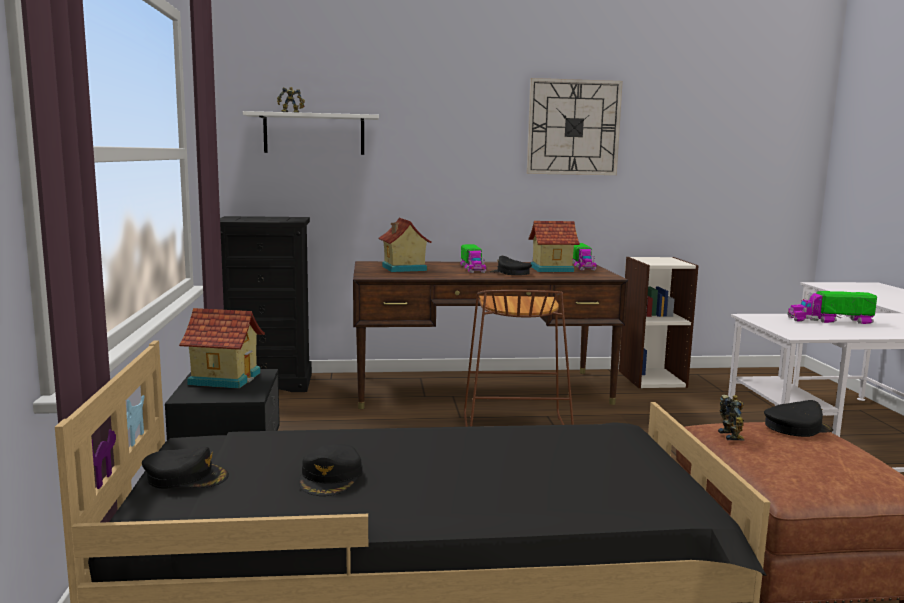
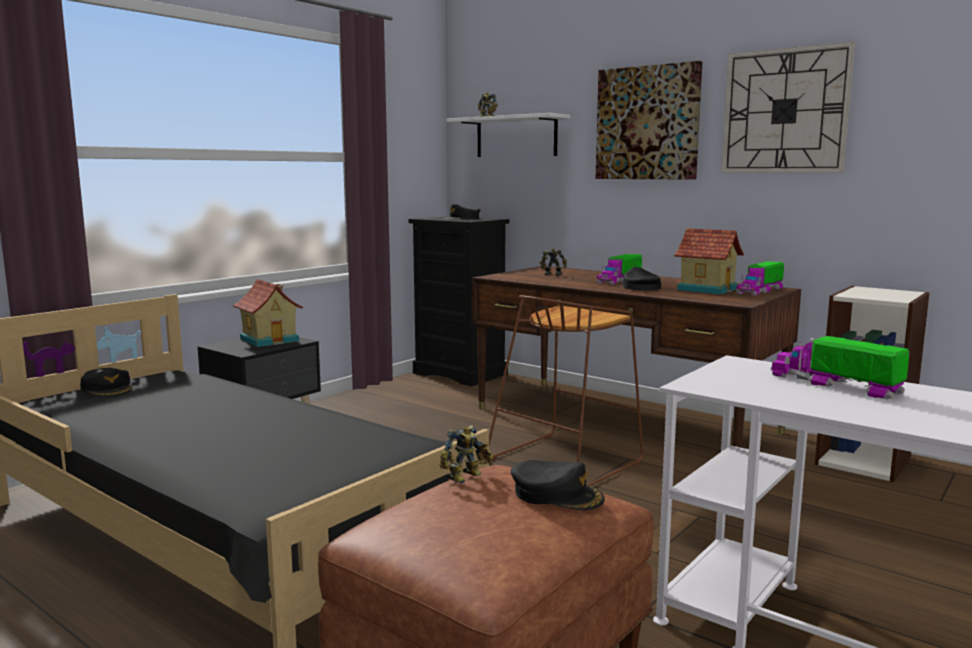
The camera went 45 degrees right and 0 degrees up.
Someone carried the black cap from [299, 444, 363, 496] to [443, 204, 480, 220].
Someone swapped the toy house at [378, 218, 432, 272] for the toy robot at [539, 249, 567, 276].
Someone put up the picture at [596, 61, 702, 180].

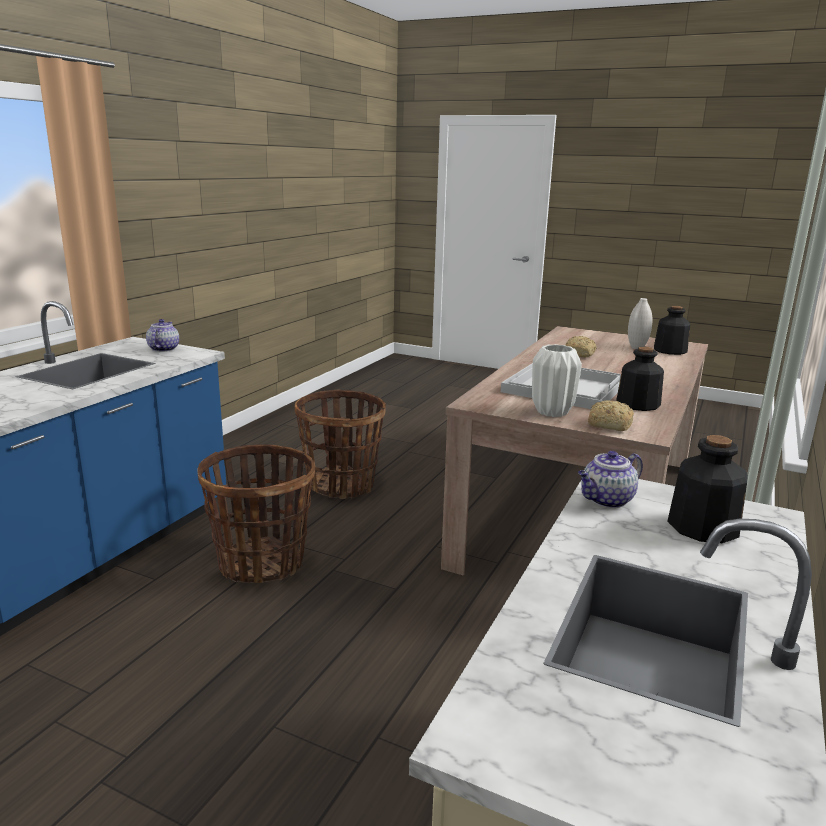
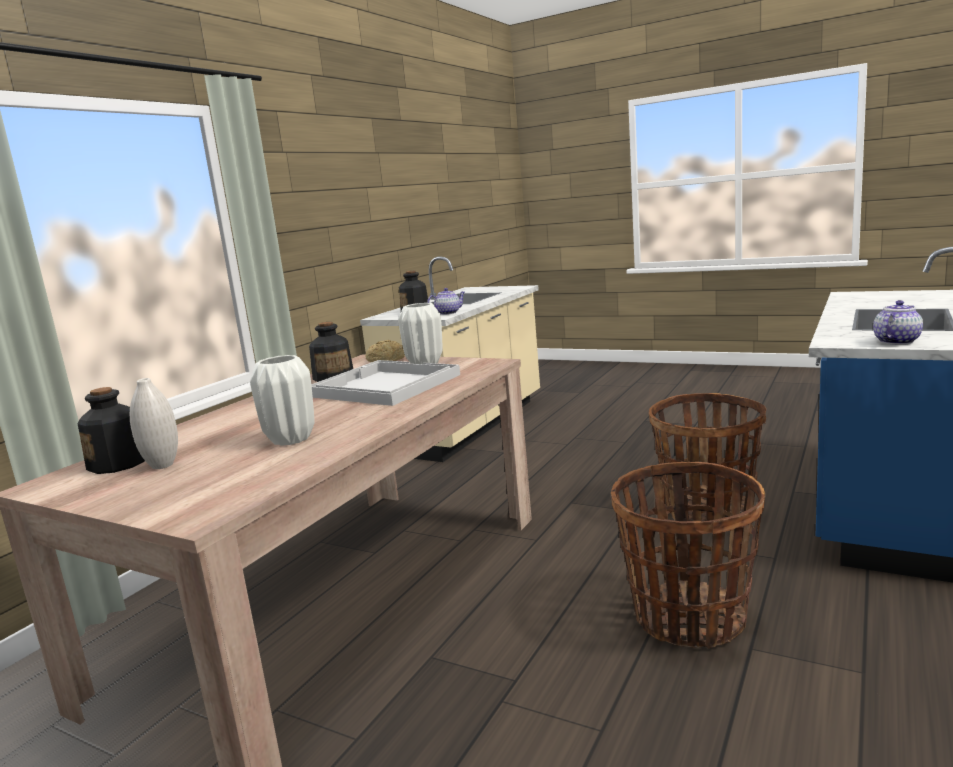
The camera went 175 degrees left and 5 degrees down.
Someone swapped the bread at [566, 336, 597, 357] for the white vase at [250, 355, 315, 446].
Someone rotated the teapot at [146, 319, 179, 352] by 135 degrees counterclockwise.

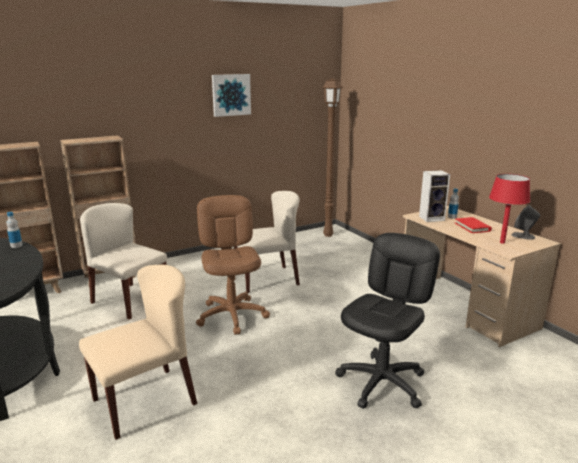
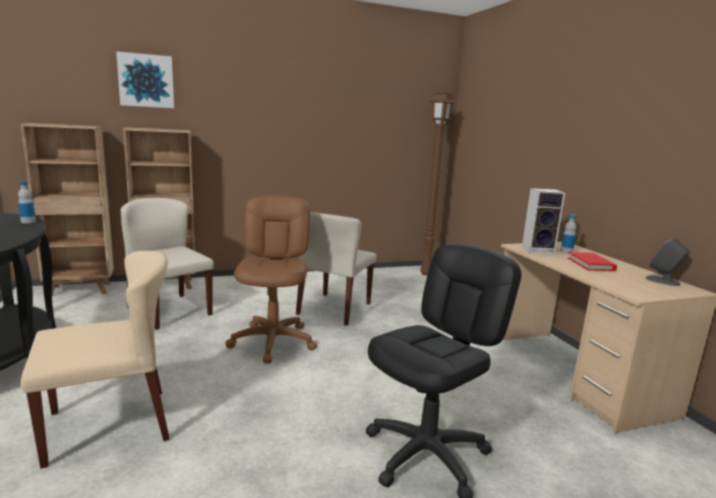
The camera went 10 degrees right and 5 degrees down.
Someone carried the picture from [212, 74, 251, 117] to [116, 51, 174, 108].
Someone rotated the beige chair at [234, 191, 300, 293] by 120 degrees clockwise.
Someone took away the red table lamp at [489, 174, 530, 244].

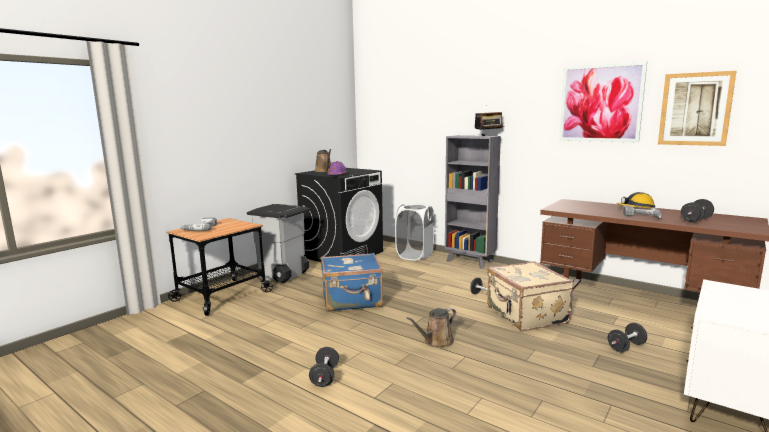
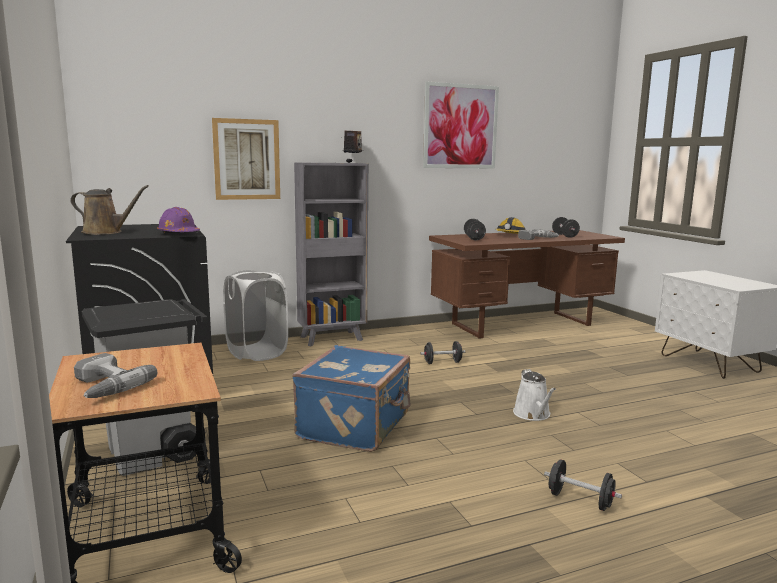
The camera went 60 degrees left and 0 degrees up.
Someone carried the picture from [658, 71, 737, 146] to [212, 118, 280, 200].
Someone carried the black dumbbell from [608, 323, 647, 352] to [464, 219, 486, 240].
Someone repainted the brown watering can at [406, 308, 456, 348], which became the white watering can at [513, 369, 556, 421].
Someone took away the beige suitcase at [487, 261, 574, 331].

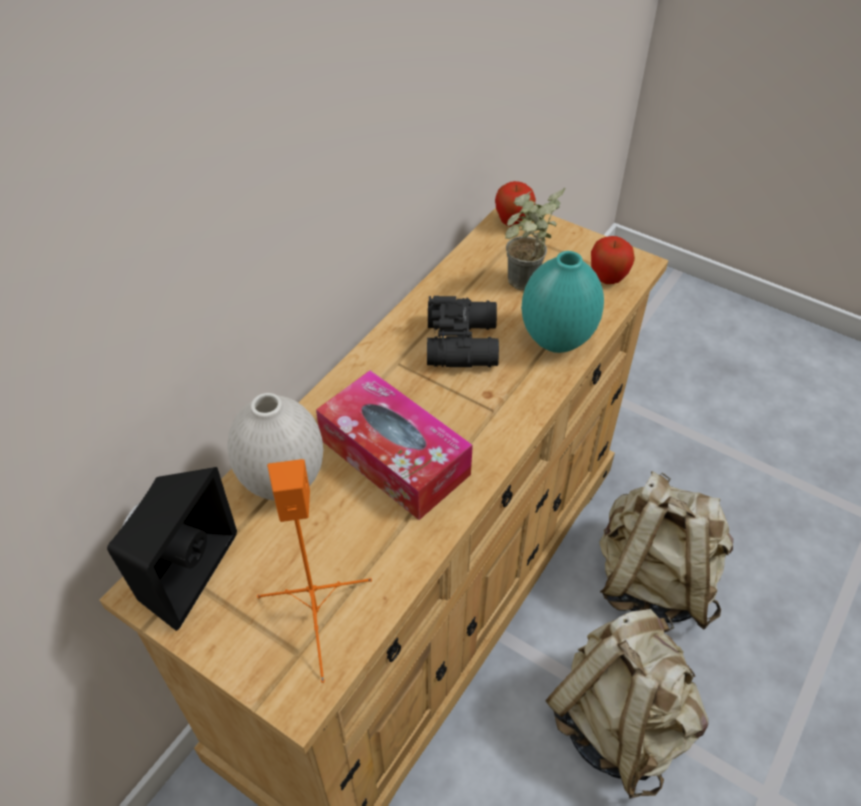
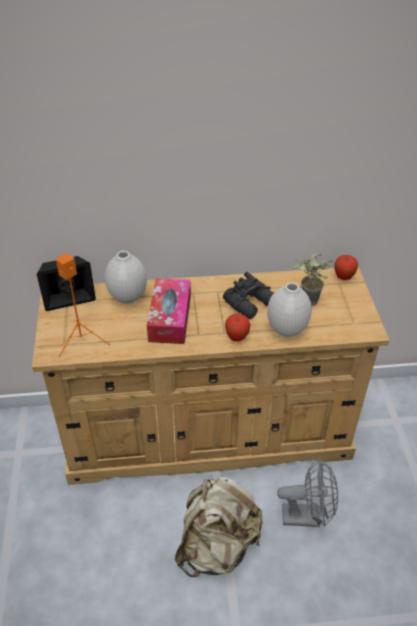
The camera went 50 degrees right and 5 degrees down.
Someone carried the apple from [591, 236, 635, 284] to [225, 313, 251, 341].
Someone repainted the turquoise vase at [522, 251, 604, 353], which became the white vase at [267, 282, 312, 337].
Someone swapped the beige backpack at [599, 471, 733, 630] for the grey fan at [277, 457, 338, 527].

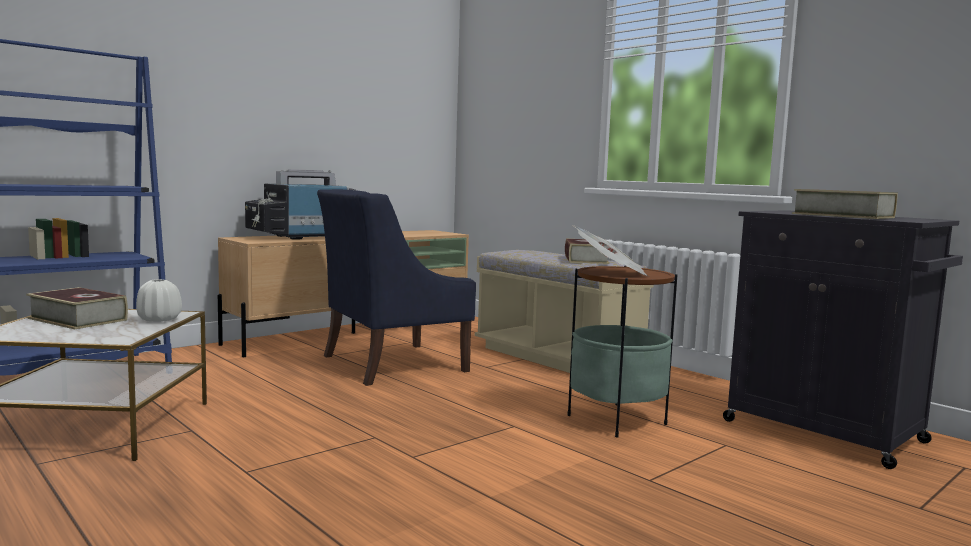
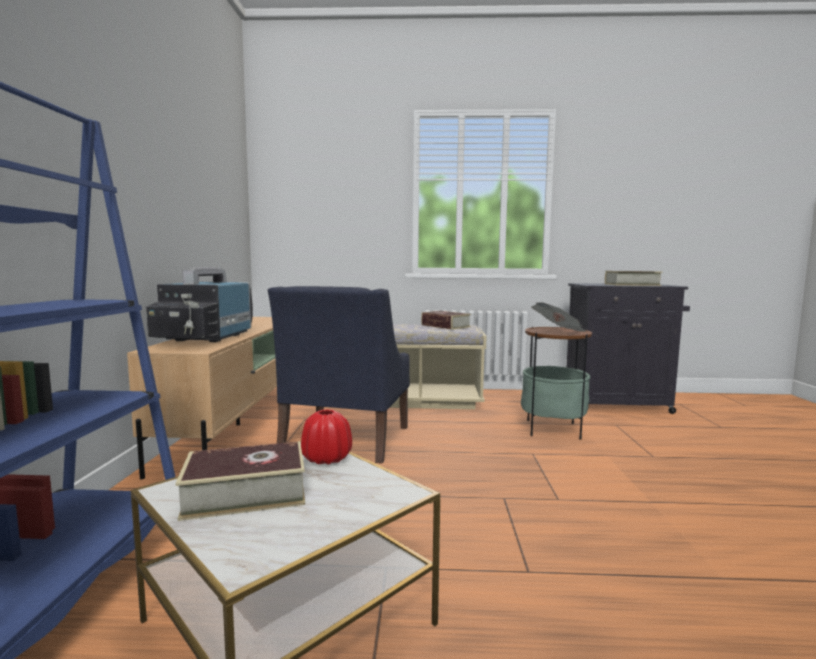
The camera went 45 degrees left and 0 degrees up.
Someone repainted the white vase at [136, 279, 182, 322], which became the red vase at [301, 409, 352, 465].

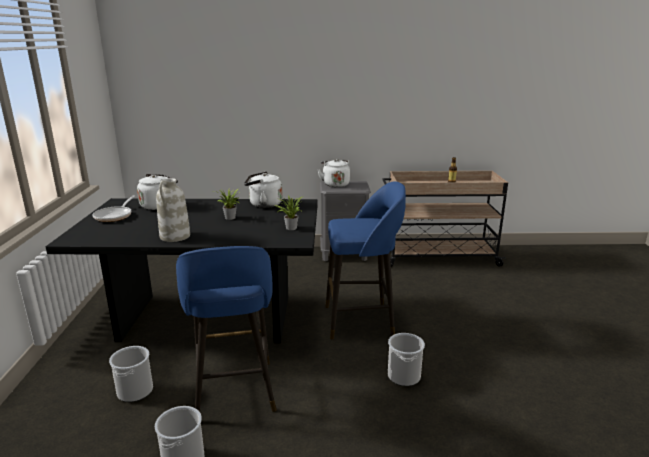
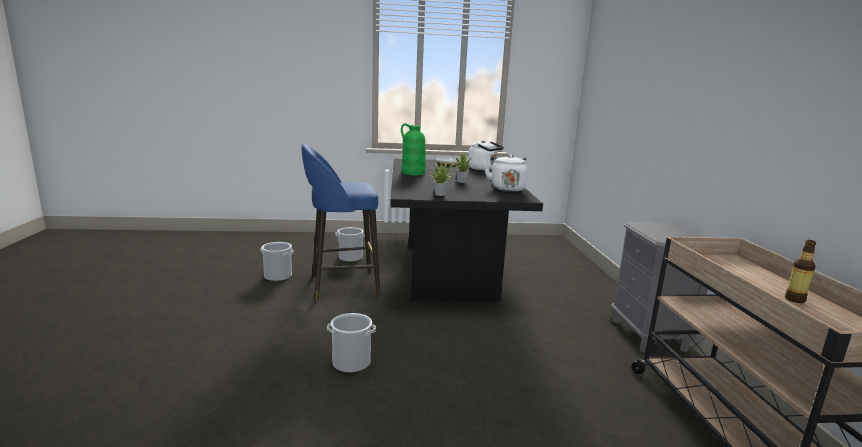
The camera went 85 degrees right and 5 degrees down.
Someone repainted the white vase at [156, 178, 190, 242], which became the green vase at [401, 123, 426, 175].
Someone took away the white kettle at [318, 159, 350, 187].
Someone took away the blue stool at [325, 181, 406, 340].

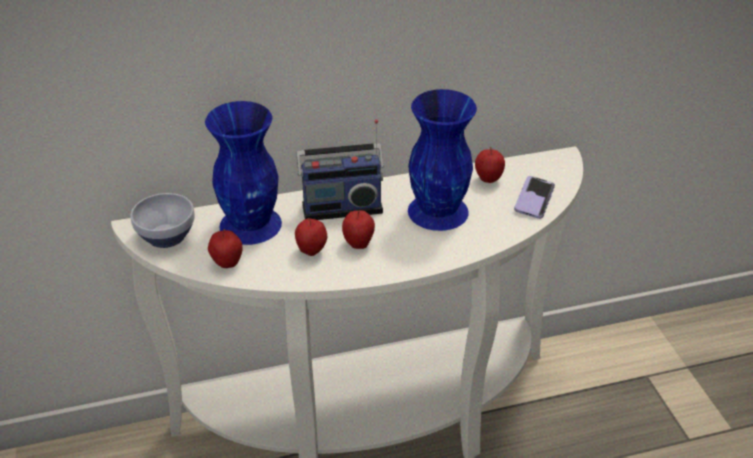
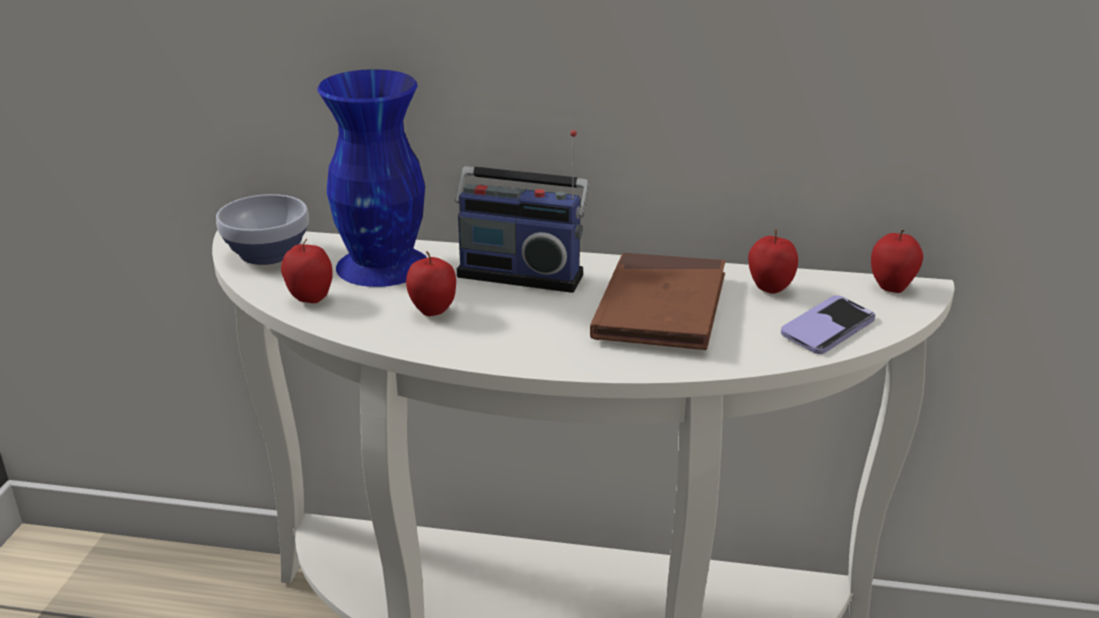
The camera went 25 degrees right and 10 degrees down.
Someone swapped the blue vase at [408, 89, 477, 231] for the brown book at [590, 253, 725, 350].
Someone carried the apple from [342, 210, 375, 249] to [871, 230, 923, 293].

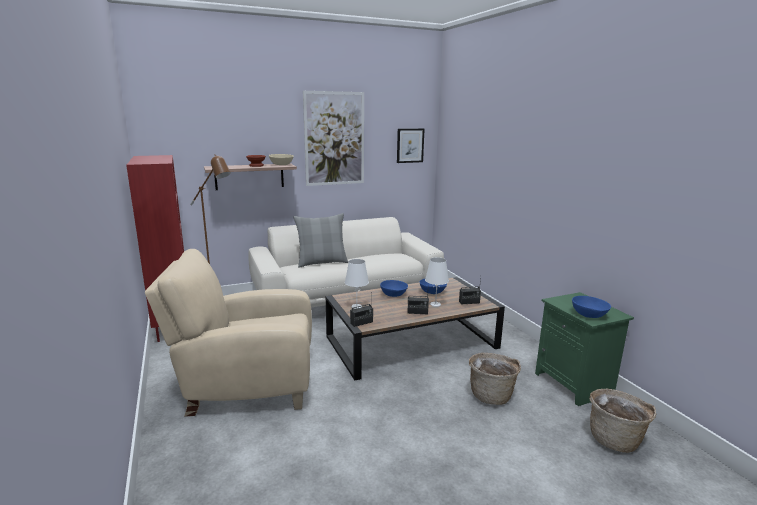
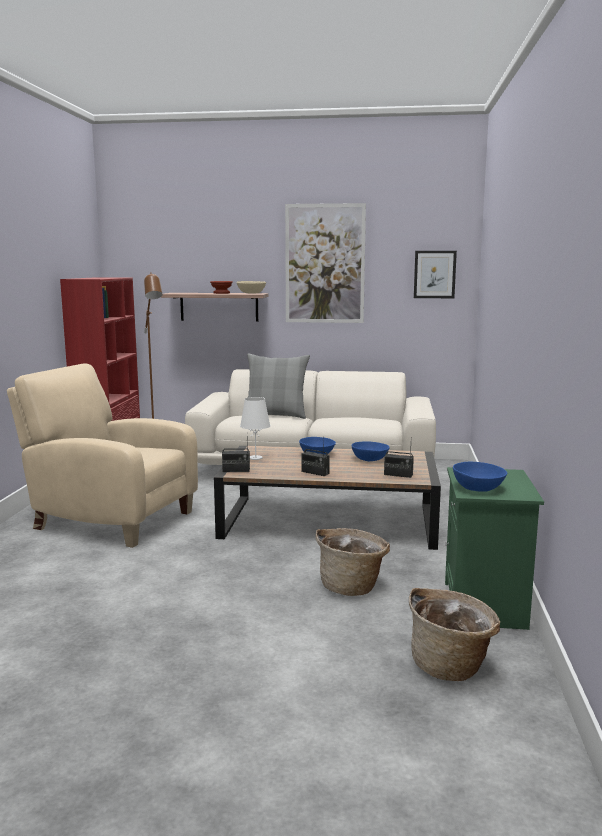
The camera went 30 degrees right and 5 degrees down.
Someone took away the white table lamp at [425, 257, 449, 307].

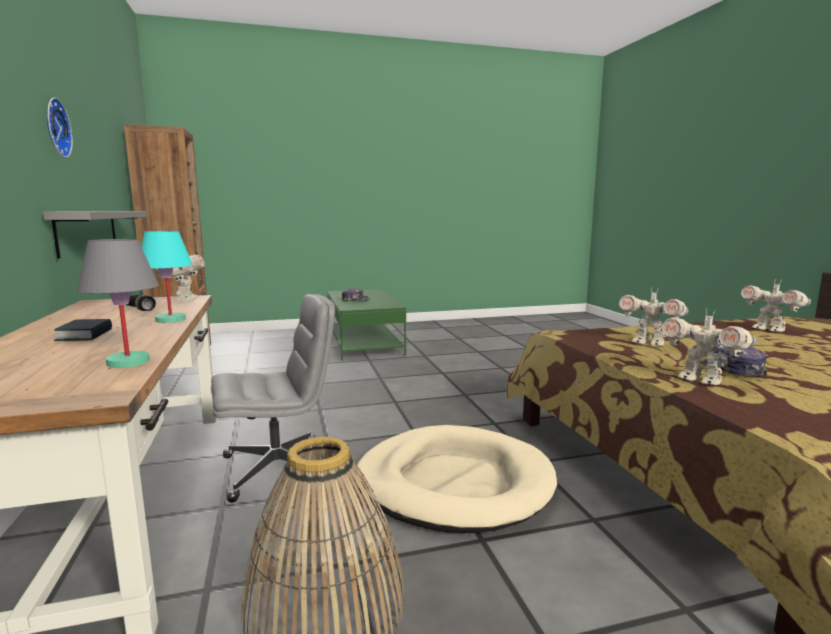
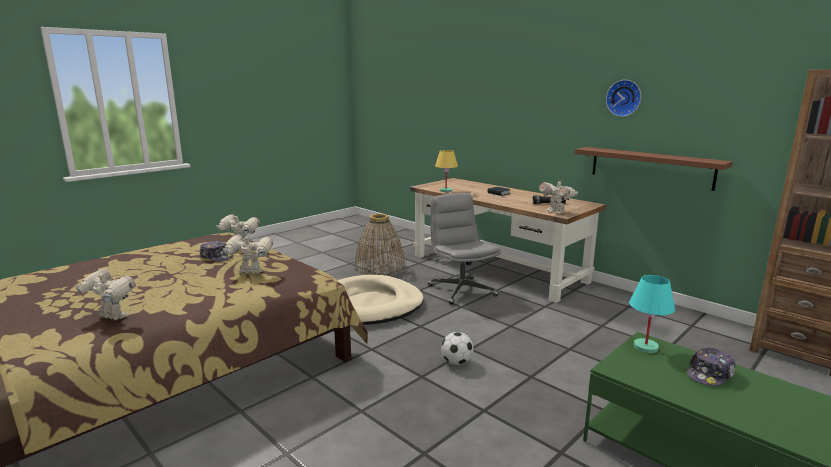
The camera went 150 degrees right and 5 degrees up.
Someone rotated the grey office chair at [211, 294, 335, 503] by 120 degrees clockwise.
Someone repainted the grey table lamp at [77, 239, 159, 368], which became the yellow table lamp at [435, 150, 458, 192].
Someone put down the football at [441, 332, 474, 365].
Someone repainted the grey shelf at [43, 211, 147, 259], which became the brown shelf at [575, 147, 733, 191].
Someone carried the turquoise table lamp from [141, 231, 193, 323] to [629, 275, 675, 353].

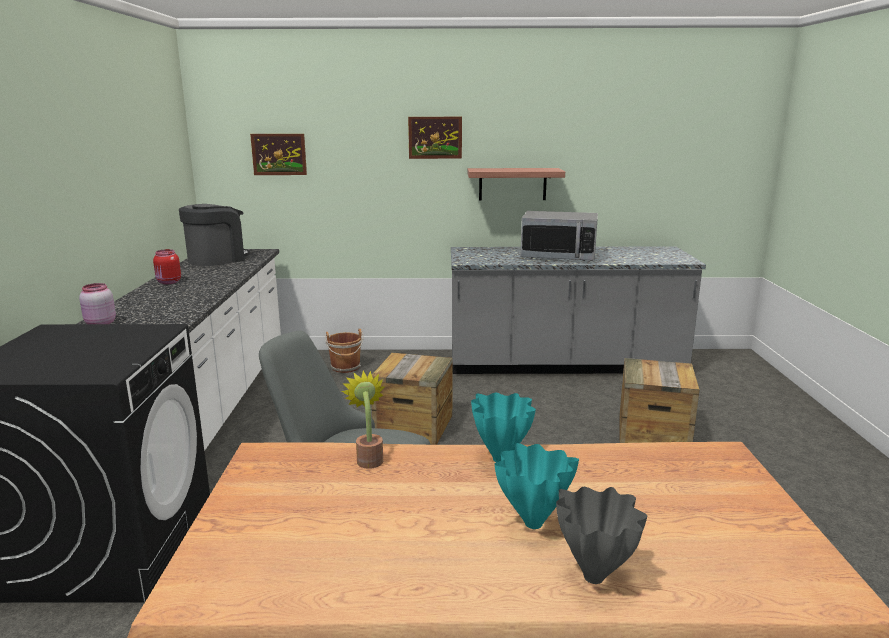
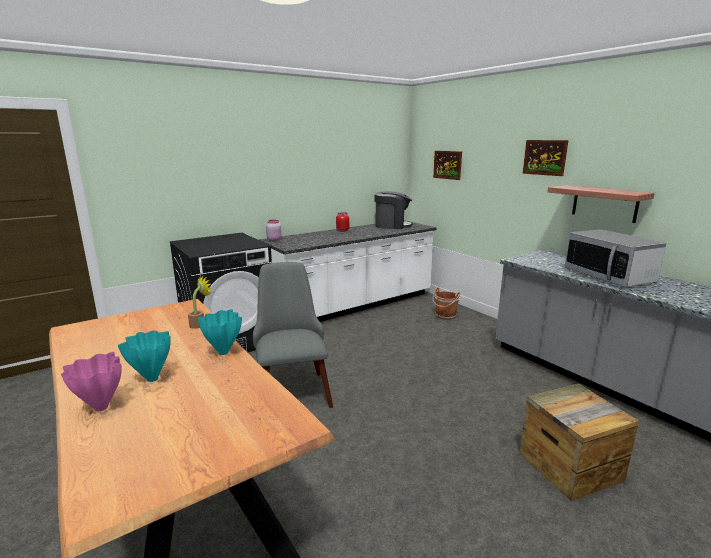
The camera went 55 degrees right and 0 degrees up.
Someone repainted the grey vase at [556, 487, 647, 584], which became the pink vase at [61, 352, 122, 411].
Someone took away the crate at [371, 353, 452, 445].

